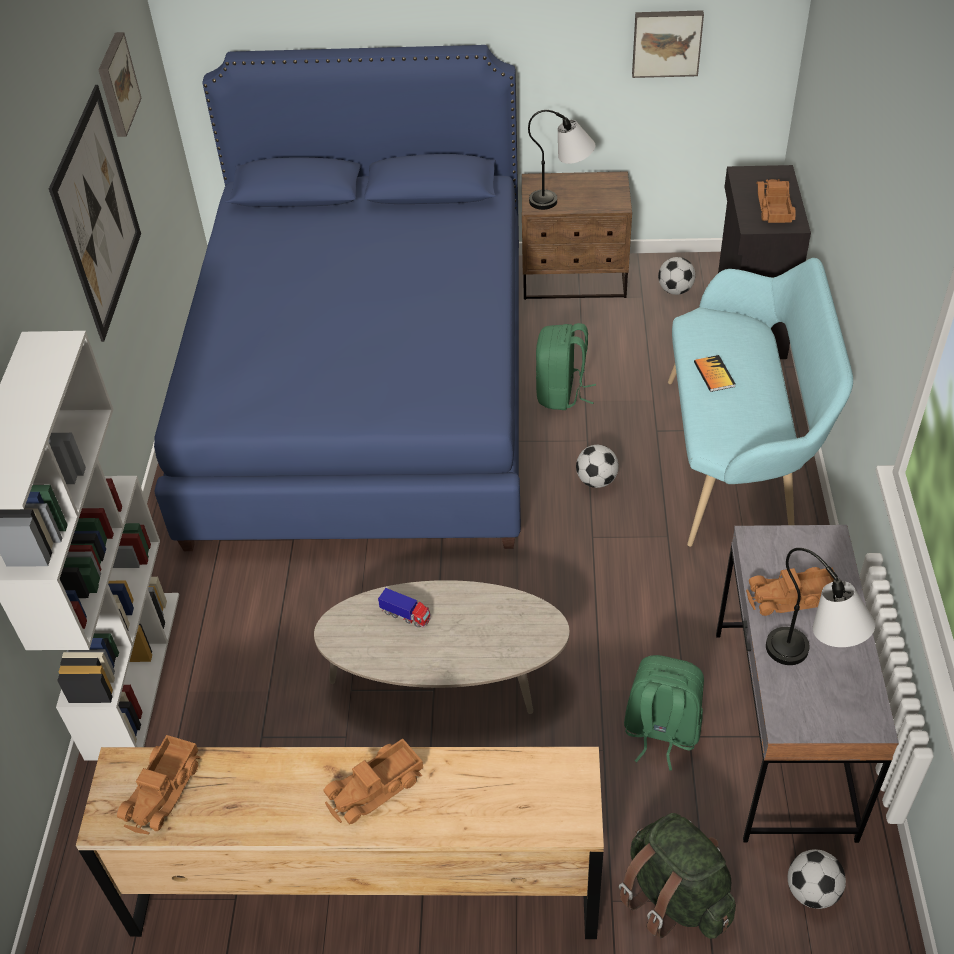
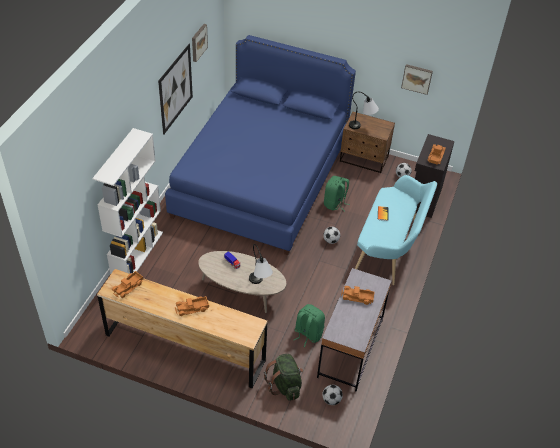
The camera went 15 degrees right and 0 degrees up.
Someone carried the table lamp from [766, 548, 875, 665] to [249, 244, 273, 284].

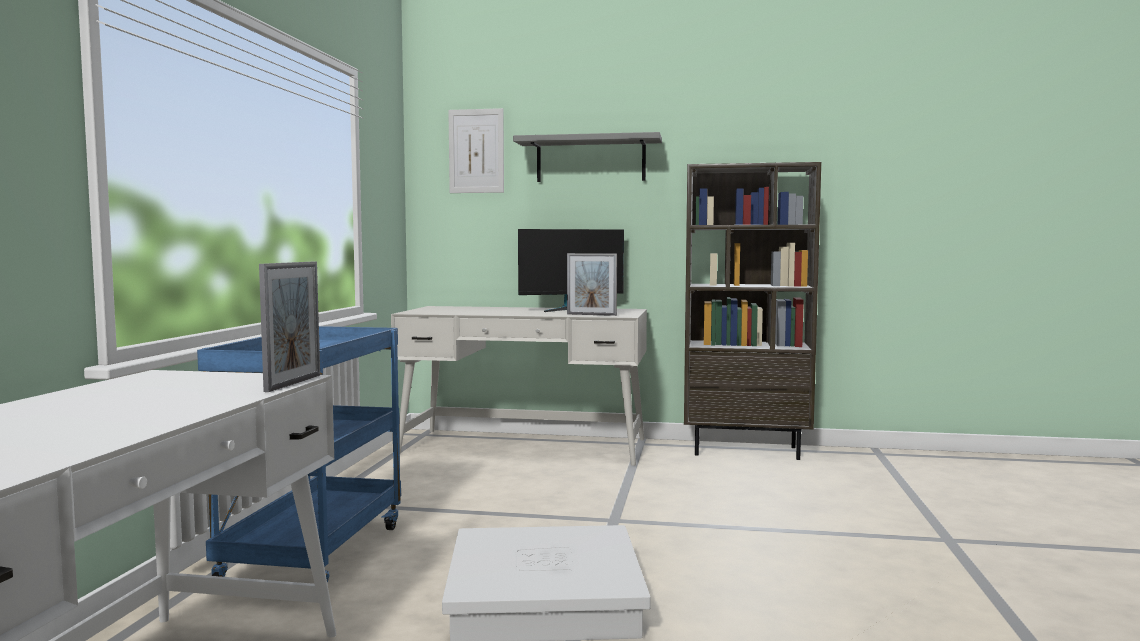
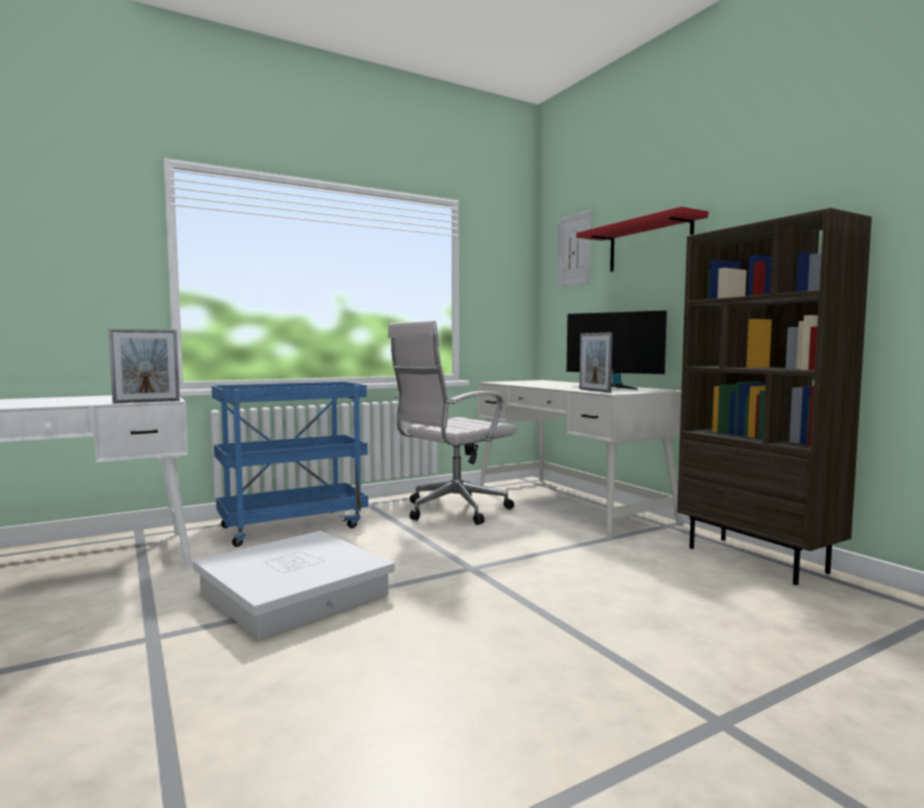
The camera went 50 degrees right and 0 degrees up.
Someone put down the white office chair at [388, 321, 517, 525].
Someone repainted the grey shelf at [513, 132, 662, 182], which became the red shelf at [576, 206, 708, 272].

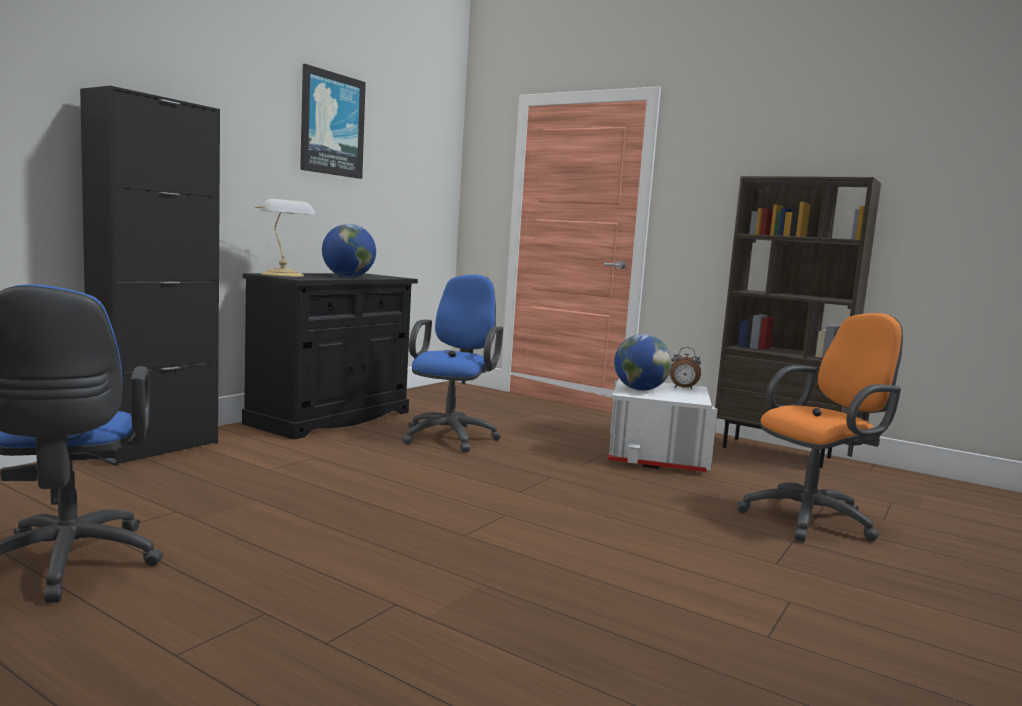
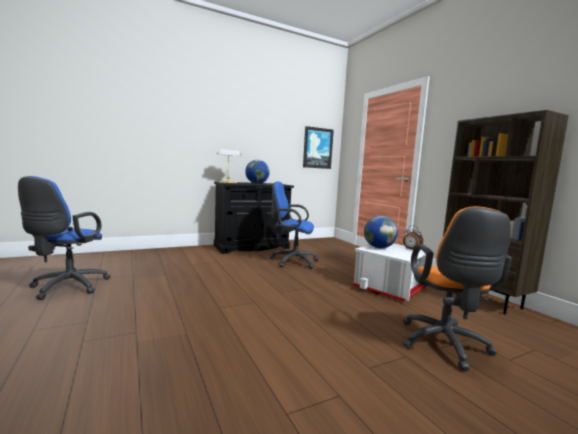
The camera went 30 degrees right and 0 degrees up.
Someone rotated the blue office chair at [402, 274, 503, 452] by 120 degrees counterclockwise.
Someone carried the picture from [300, 64, 366, 179] to [303, 126, 334, 169].
Someone rotated the orange office chair at [737, 313, 903, 542] by 90 degrees clockwise.
Someone took away the black cabinet at [80, 86, 220, 466].

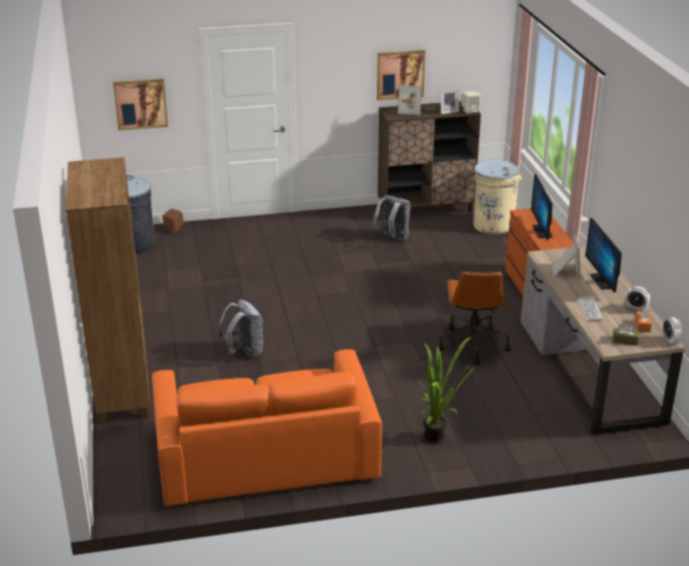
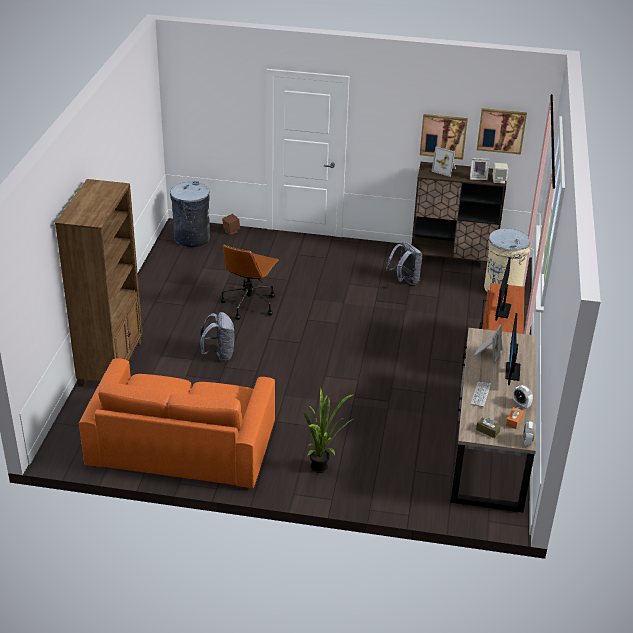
The camera went 20 degrees right and 5 degrees up.
Someone carried the brown office chair from [438, 272, 511, 365] to [220, 244, 279, 320].
Someone carried the picture from [113, 79, 168, 131] to [477, 108, 527, 155].

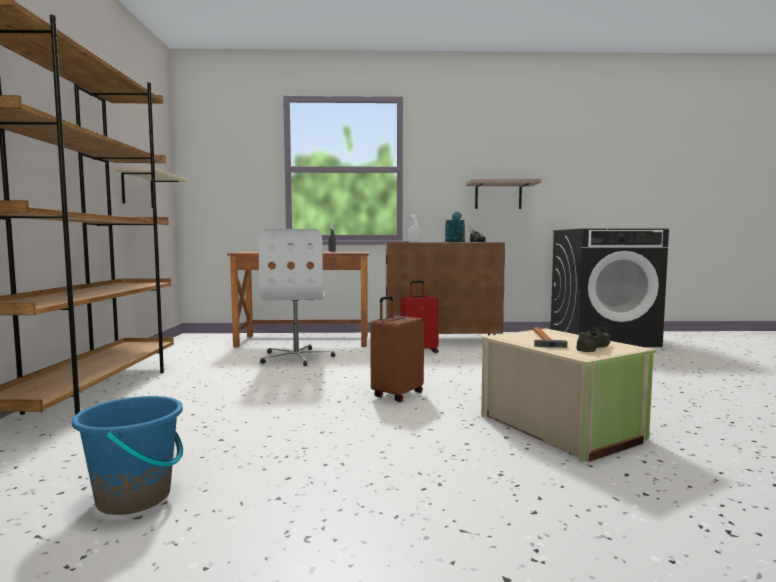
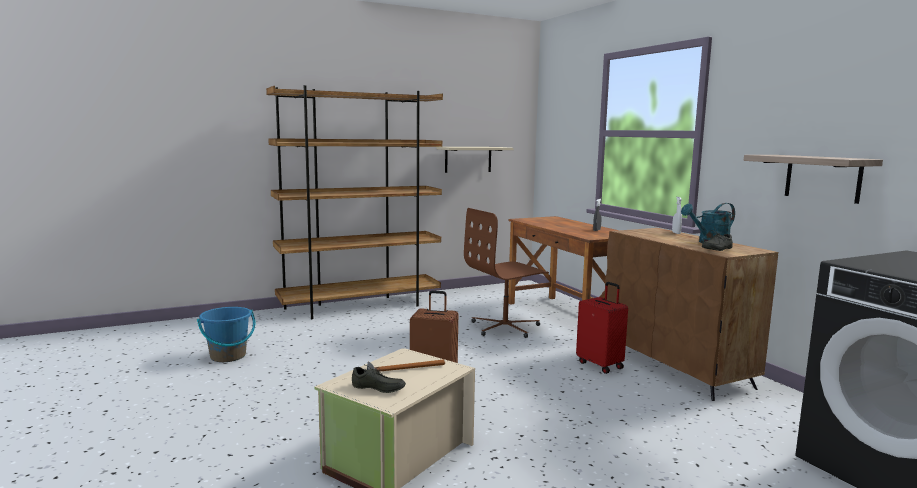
The camera went 65 degrees right and 5 degrees up.
Someone repainted the white office chair at [259, 229, 335, 366], which became the brown office chair at [464, 208, 549, 338].

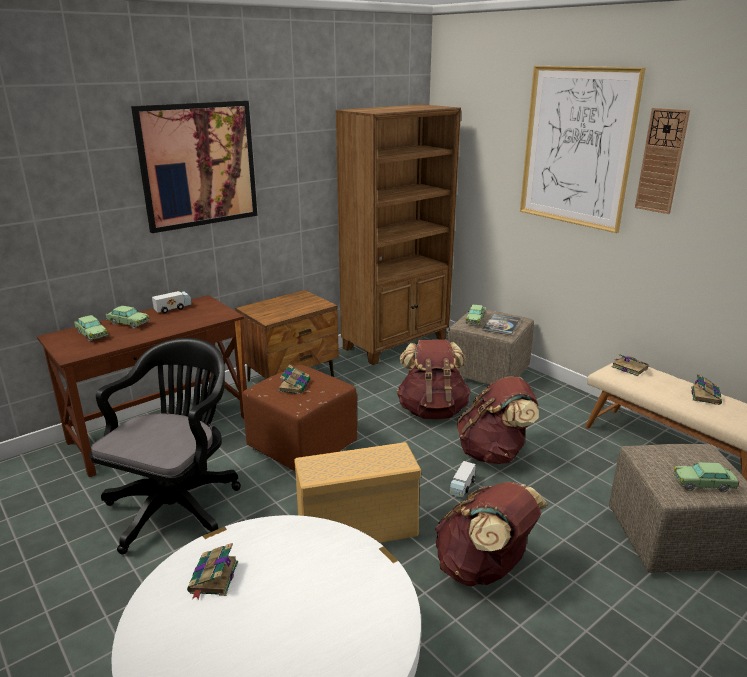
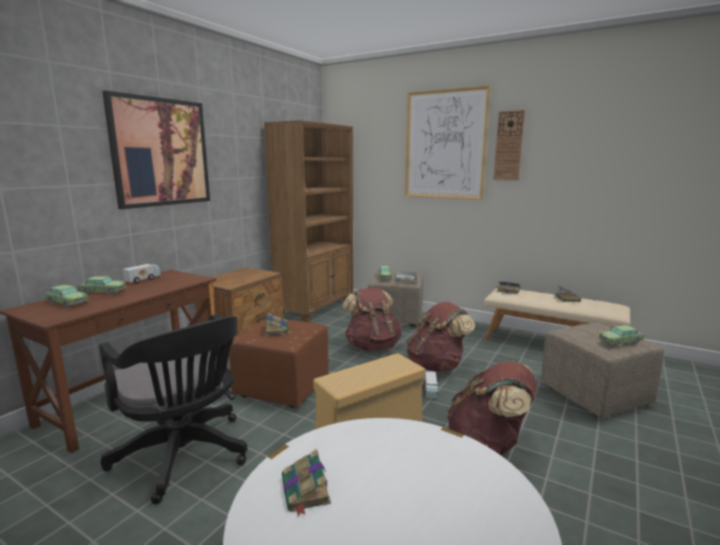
The camera went 20 degrees left and 10 degrees down.
Someone rotated the black office chair at [90, 338, 241, 554] by 135 degrees clockwise.

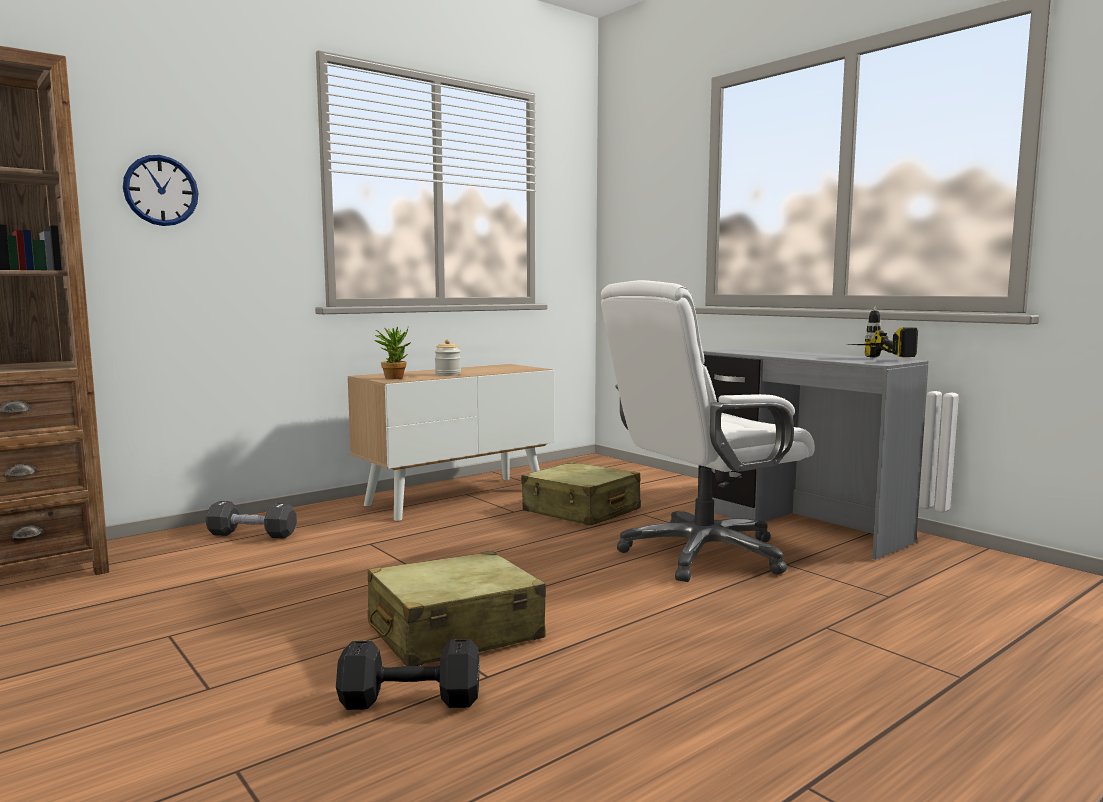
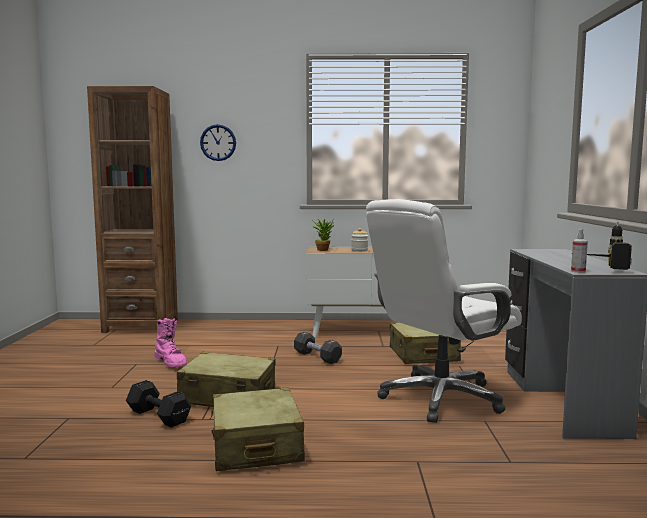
The camera went 40 degrees right and 0 degrees up.
Someone put down the pink boot at [155, 318, 188, 367].
Someone put down the beige suitcase at [210, 387, 305, 471].
Someone carried the black dumbbell from [206, 501, 297, 539] to [294, 332, 342, 364].
Someone rotated the white office chair at [601, 280, 815, 582] by 45 degrees counterclockwise.
Someone put down the spray bottle at [571, 229, 588, 273].

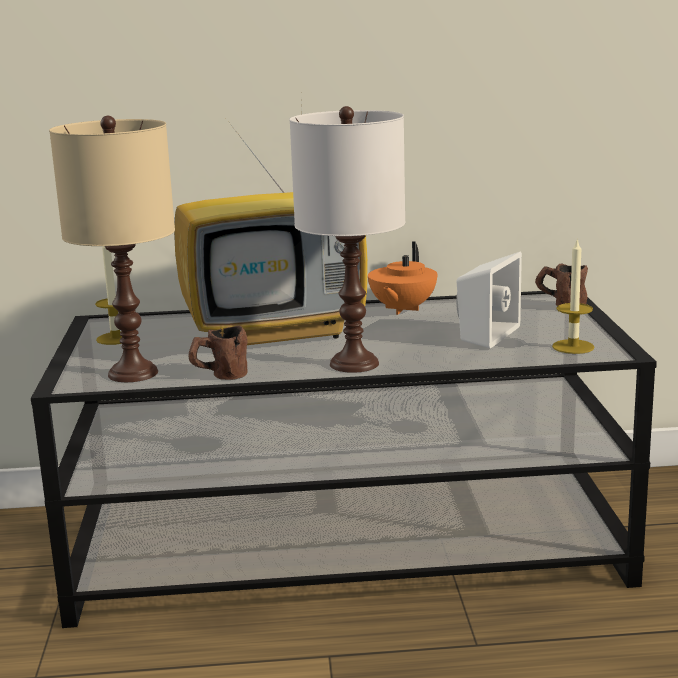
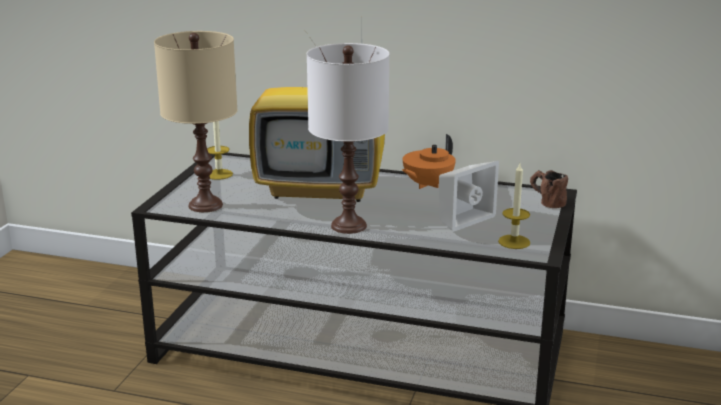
The camera went 20 degrees right and 5 degrees up.
Someone took away the brown mug at [189, 325, 248, 380].

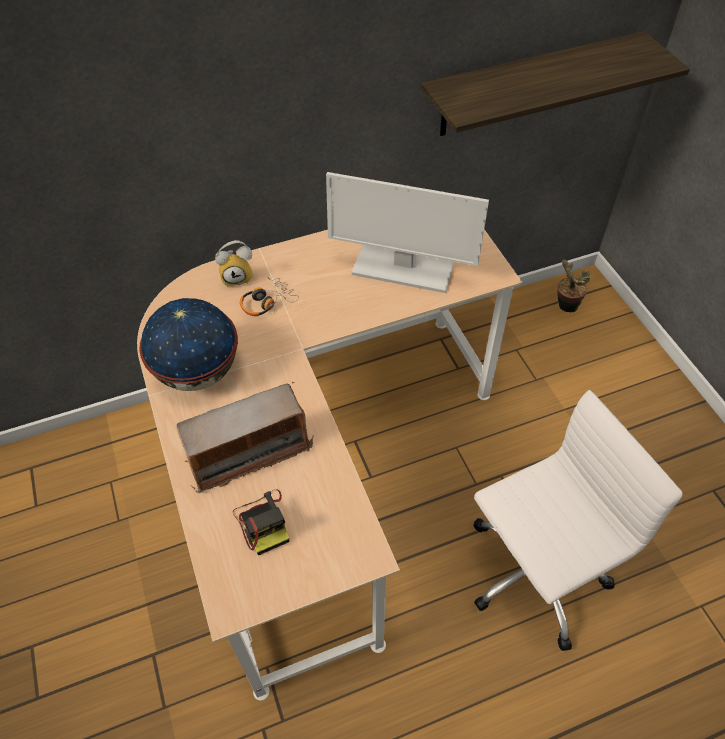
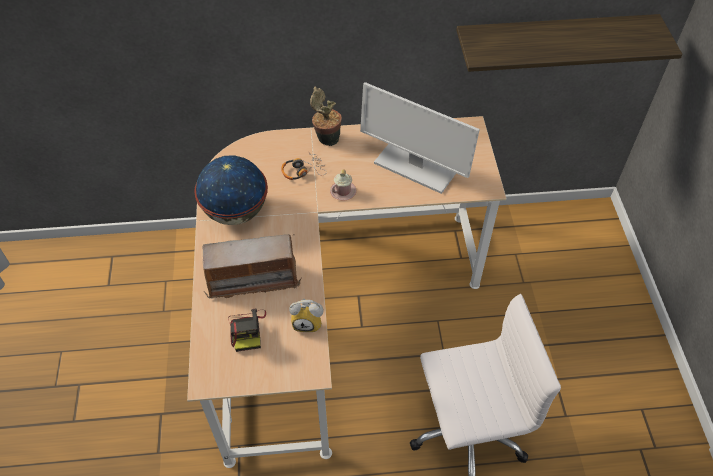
The camera went 15 degrees right and 0 degrees up.
Someone carried the alarm clock from [215, 240, 253, 287] to [289, 299, 324, 332].
Someone carried the potted plant from [557, 260, 591, 312] to [310, 87, 342, 146].
Someone put down the pink mug at [330, 169, 356, 201].

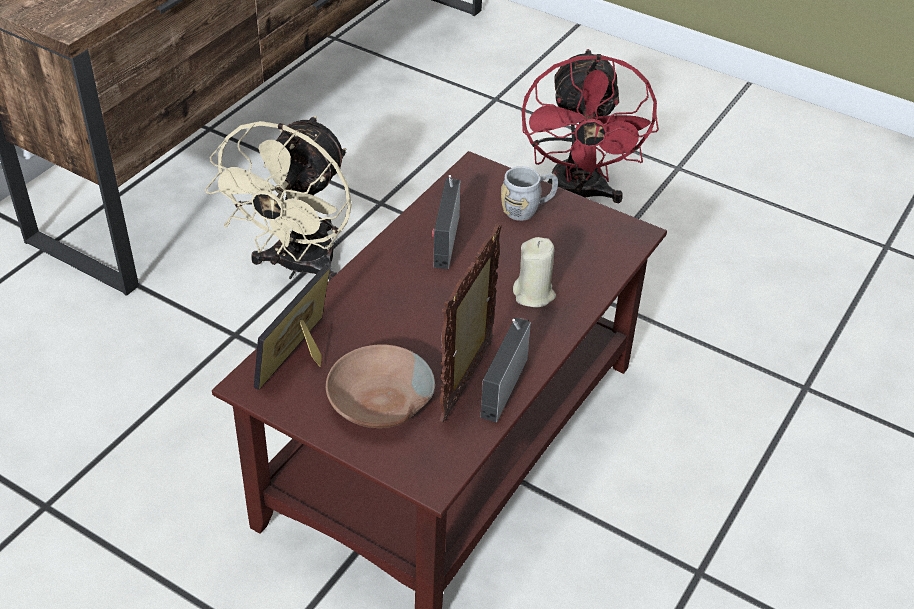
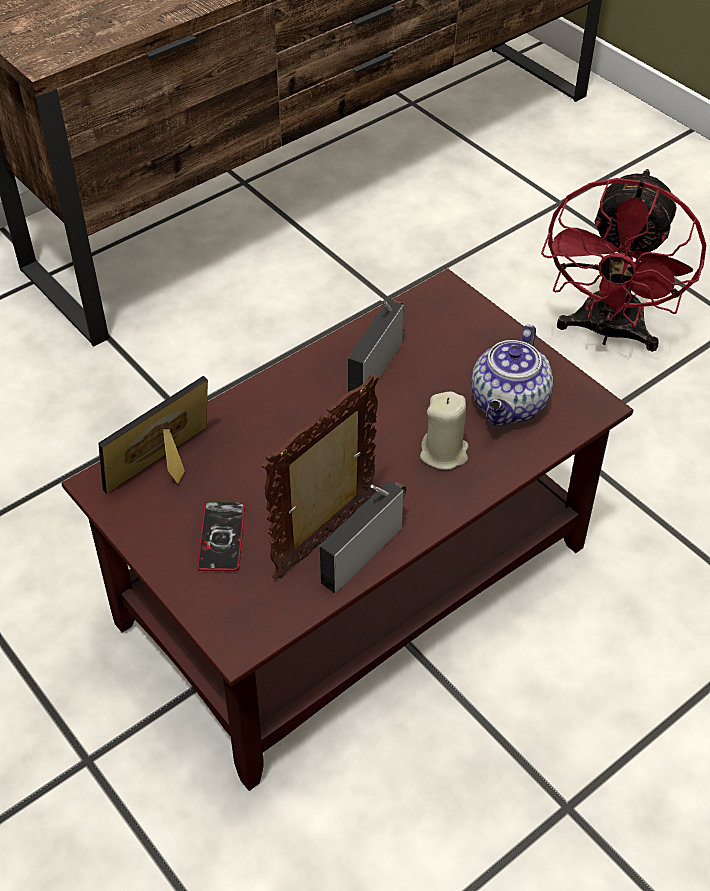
The camera went 20 degrees right and 5 degrees up.
Someone swapped the brown bowl at [326, 344, 435, 428] for the phone at [197, 501, 245, 571].
Someone put down the teapot at [471, 324, 553, 426].
Someone took away the beige fan at [205, 116, 352, 280].
Someone took away the grey mug at [501, 166, 558, 221].

